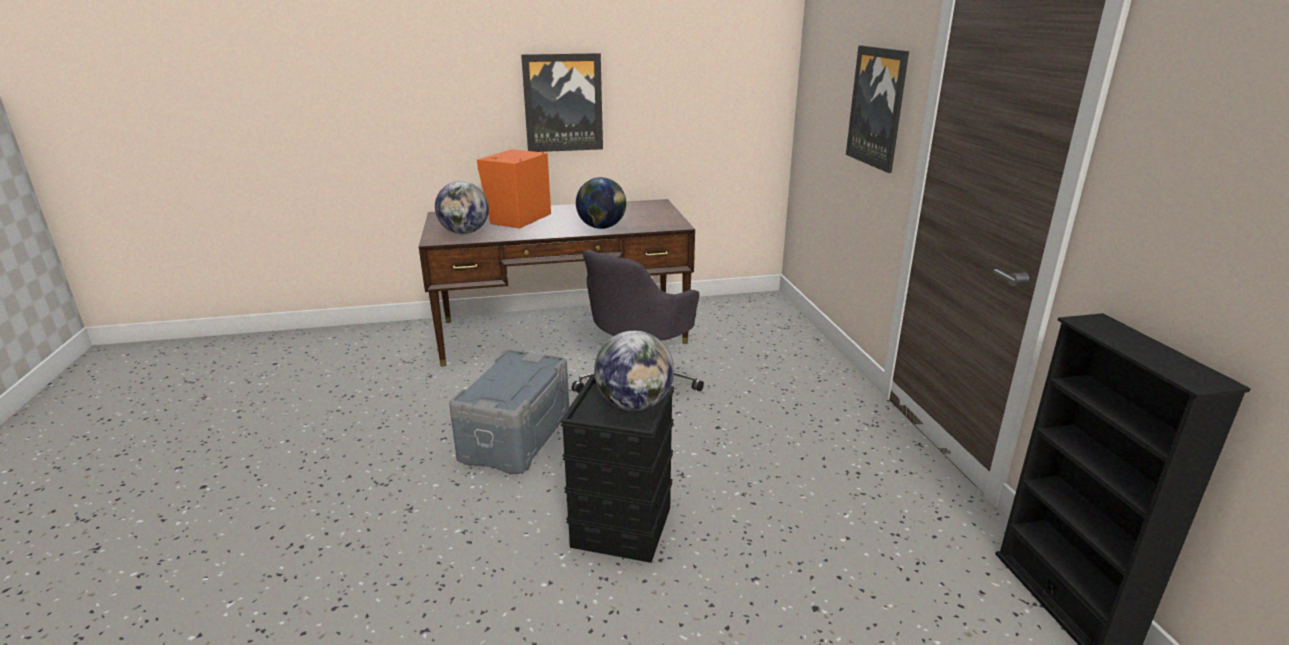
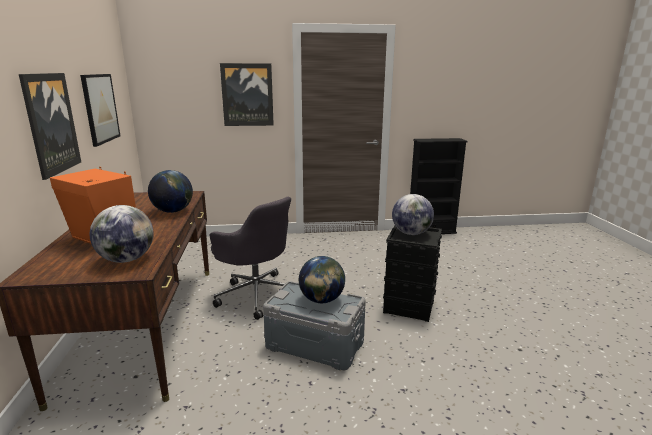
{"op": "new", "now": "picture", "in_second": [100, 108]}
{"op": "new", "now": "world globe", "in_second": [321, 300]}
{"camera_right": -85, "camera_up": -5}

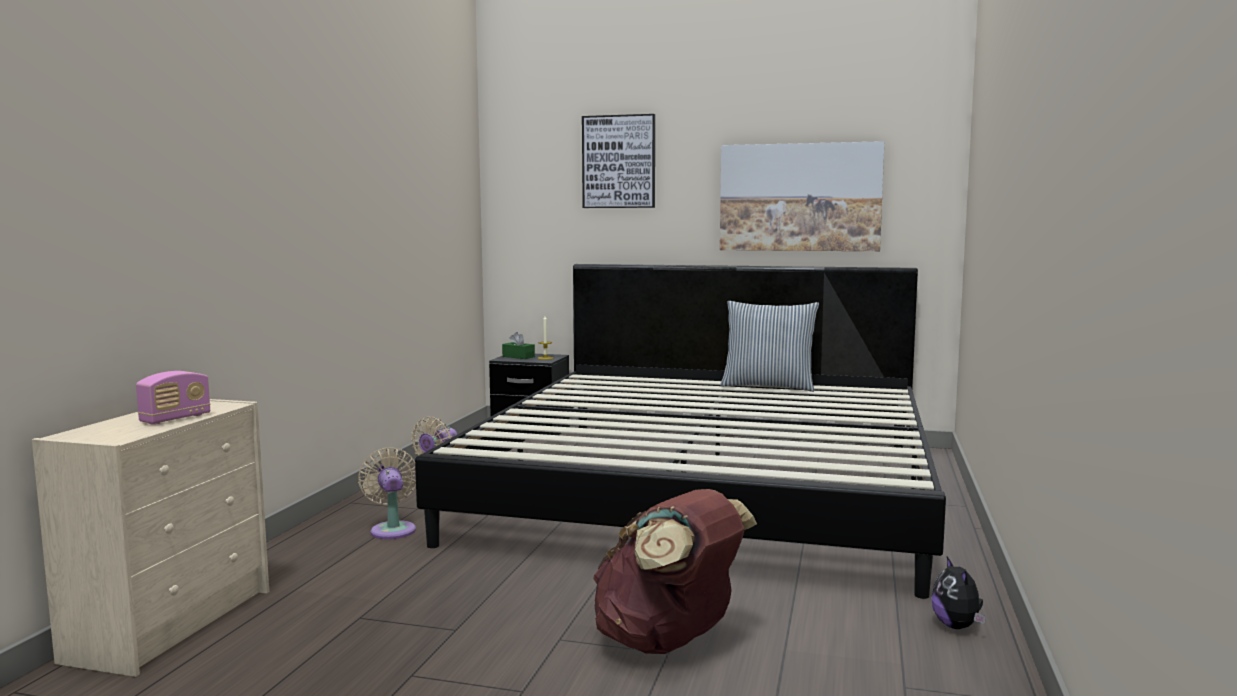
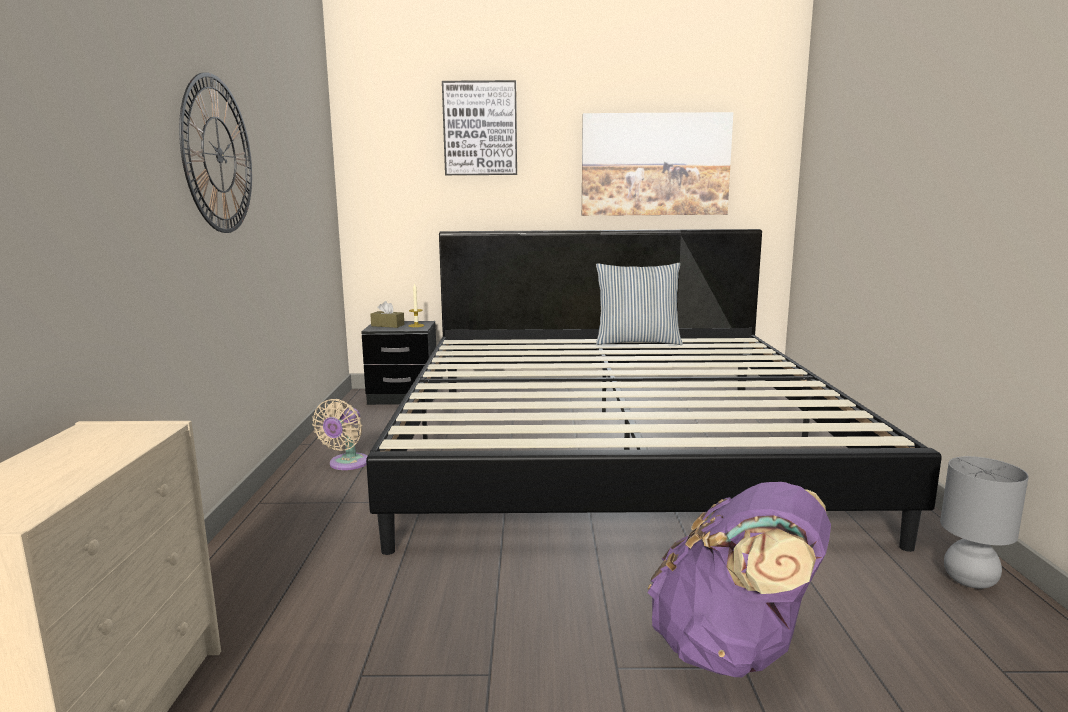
{"op": "new", "now": "wall clock", "in_second": [218, 155]}
{"op": "repainted", "was": "green tissue holder", "now": "brownish tissue holder", "in_first": [518, 356], "in_second": [387, 325]}
{"op": "repainted", "was": "brownish rucksack", "now": "purple-coloured rucksack", "in_first": [668, 642], "in_second": [733, 650]}
{"op": "swapped", "was": "plush toy", "now": "greyish lamp for a table", "in_first": [957, 626], "in_second": [970, 581]}
{"op": "gone", "was": "radio", "in_first": [175, 419]}
{"op": "gone", "was": "sand-coloured cooling fan", "in_first": [392, 529]}
{"camera_right": -15, "camera_up": 5}

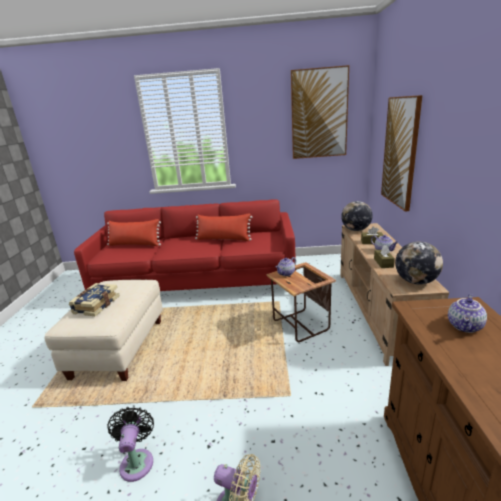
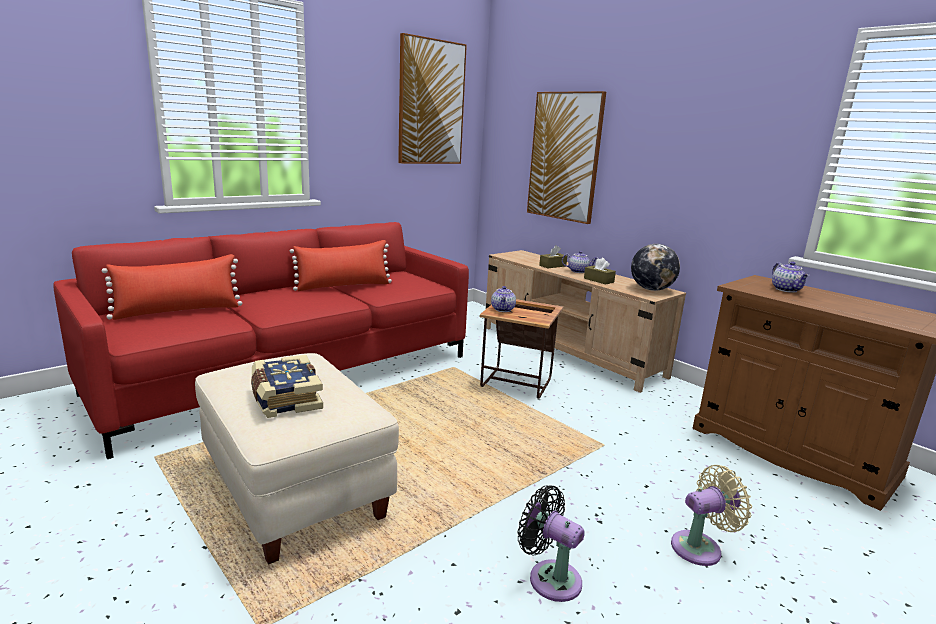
{"op": "gone", "was": "world globe", "in_first": [356, 230]}
{"camera_right": -45, "camera_up": -5}

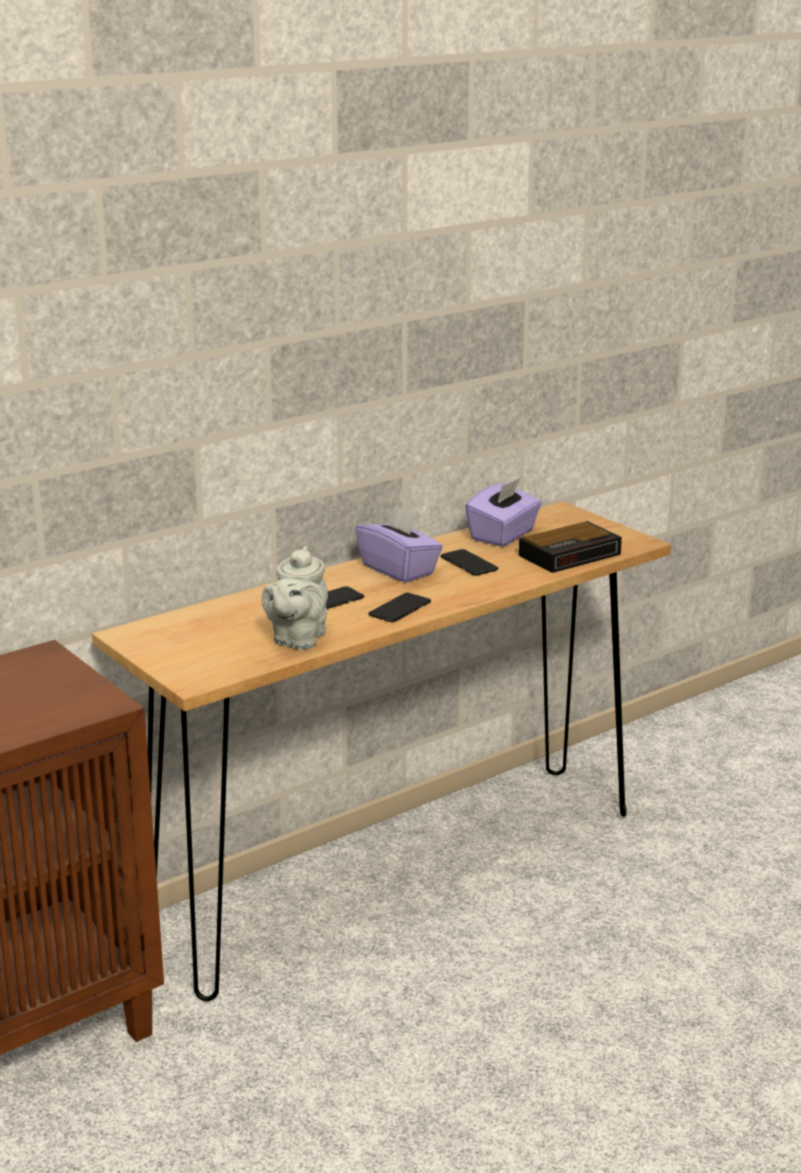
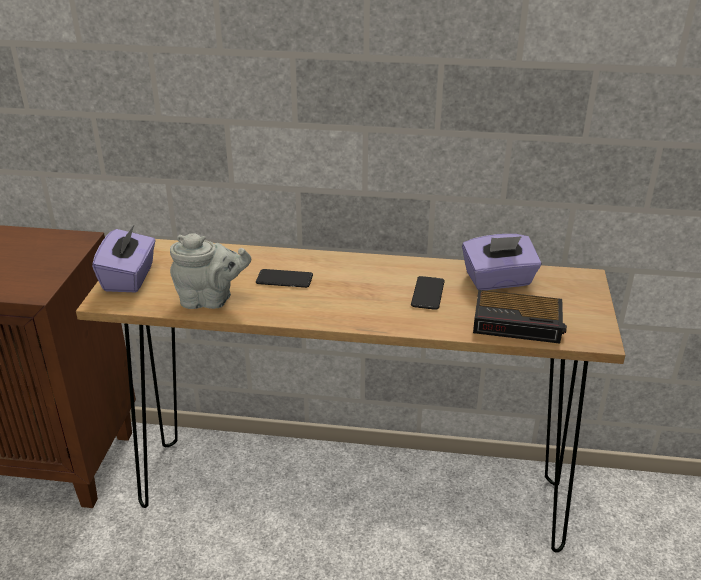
{"op": "shifted", "was": "purple-coloured tissue holder", "in_first": [399, 570], "in_second": [130, 278]}
{"op": "rotated", "was": "greyish pot for tea", "in_first": [297, 639], "in_second": [210, 300], "clockwise": -150}
{"op": "gone", "was": "telephone", "in_first": [400, 609]}
{"camera_right": 45, "camera_up": 10}

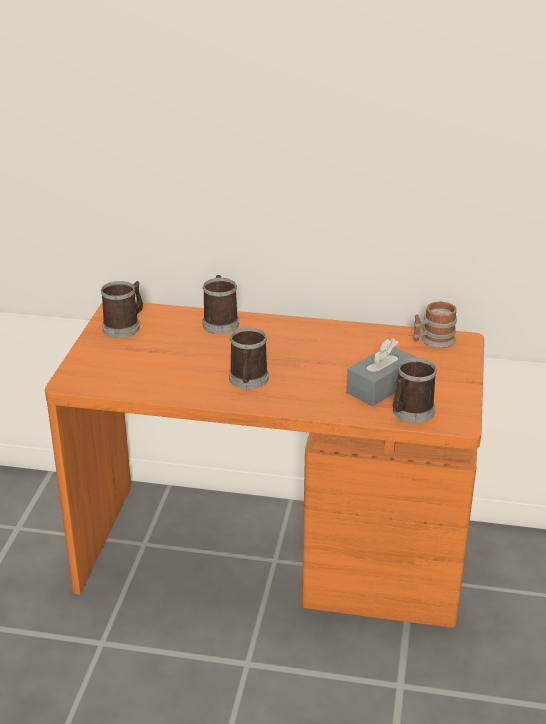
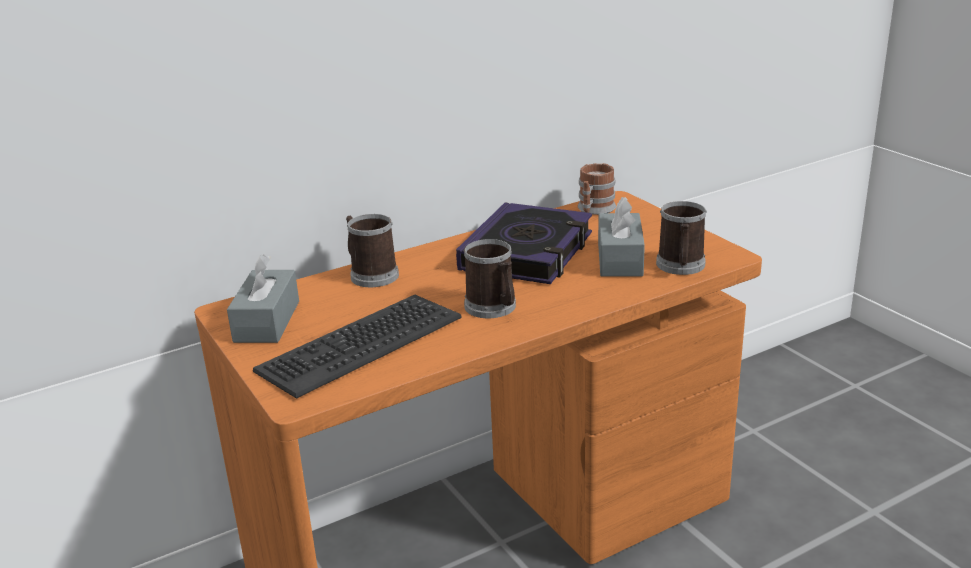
{"op": "swapped", "was": "coffee mug", "now": "greyish tissue holder", "in_first": [124, 326], "in_second": [267, 321]}
{"op": "new", "now": "computer keyboard", "in_second": [360, 344]}
{"op": "new", "now": "book", "in_second": [527, 252]}
{"camera_right": -40, "camera_up": -5}

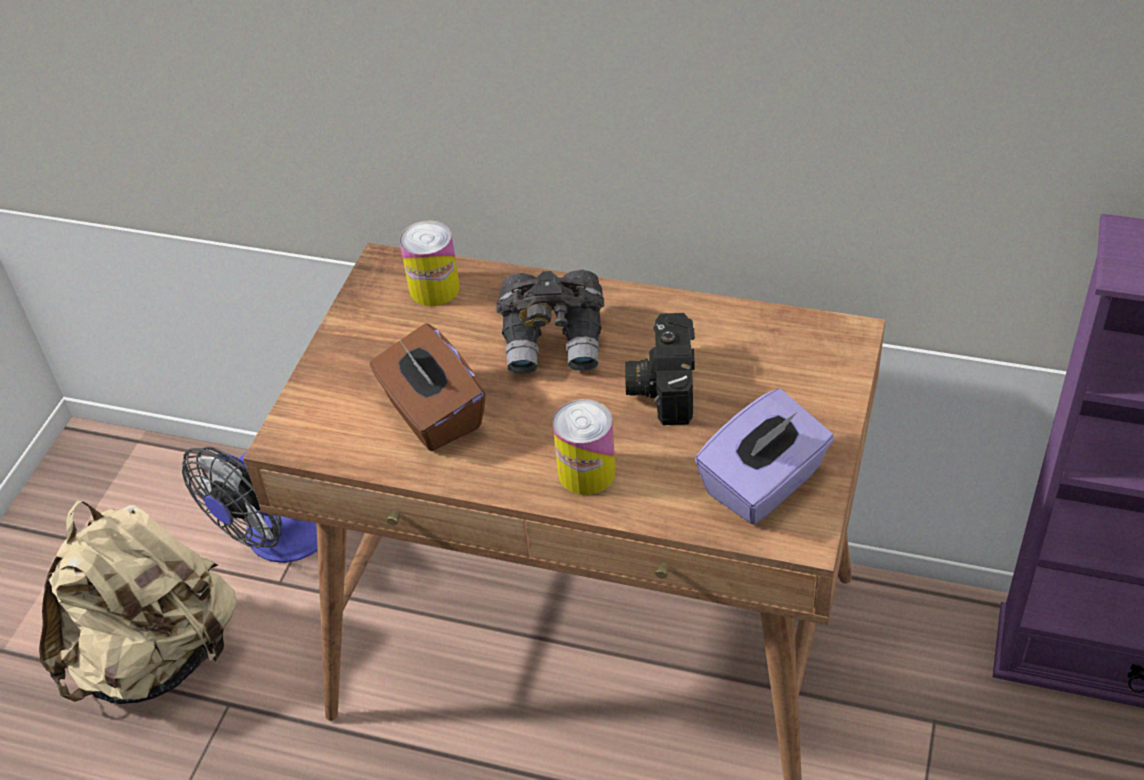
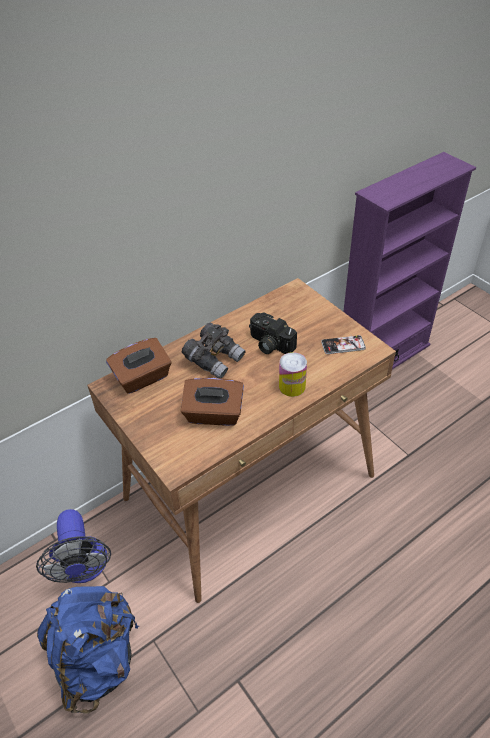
{"op": "repainted", "was": "sand-coloured rucksack", "now": "blue-coloured rucksack", "in_first": [157, 657], "in_second": [98, 659]}
{"op": "swapped", "was": "can", "now": "brownish tissue holder", "in_first": [434, 288], "in_second": [142, 378]}
{"op": "swapped", "was": "purple-coloured tissue holder", "now": "telephone", "in_first": [764, 484], "in_second": [343, 345]}
{"camera_right": -55, "camera_up": 0}

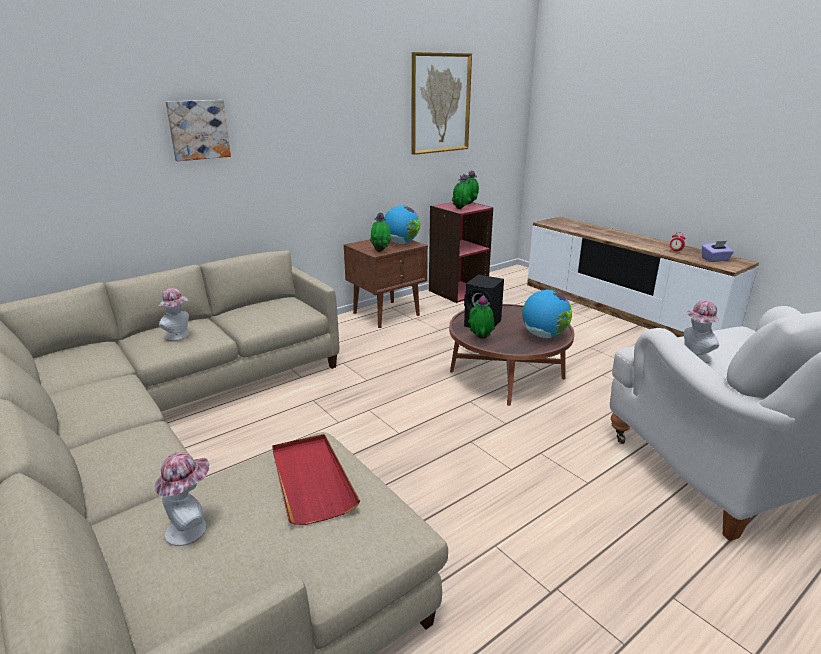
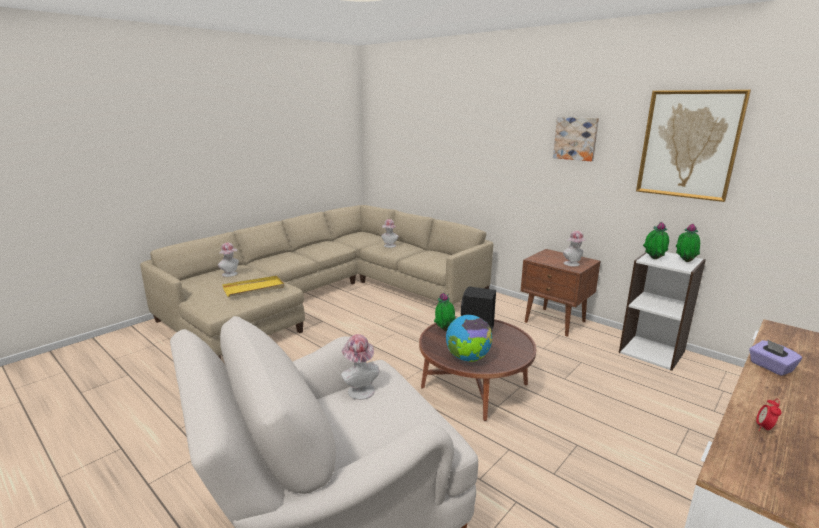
{"op": "repainted", "was": "red serving tray", "now": "yellowish serving tray", "in_first": [311, 480], "in_second": [254, 288]}
{"op": "shifted", "was": "picture", "in_first": [198, 130], "in_second": [576, 138]}
{"op": "swapped", "was": "world globe", "now": "hat", "in_first": [401, 243], "in_second": [573, 264]}
{"op": "repainted", "was": "red bookshelf", "now": "whitish bookshelf", "in_first": [457, 291], "in_second": [652, 351]}
{"op": "shifted", "was": "purple-coloured tissue holder", "in_first": [715, 260], "in_second": [770, 367]}
{"op": "gone", "was": "plant in a pot", "in_first": [381, 251]}
{"camera_right": 80, "camera_up": -5}

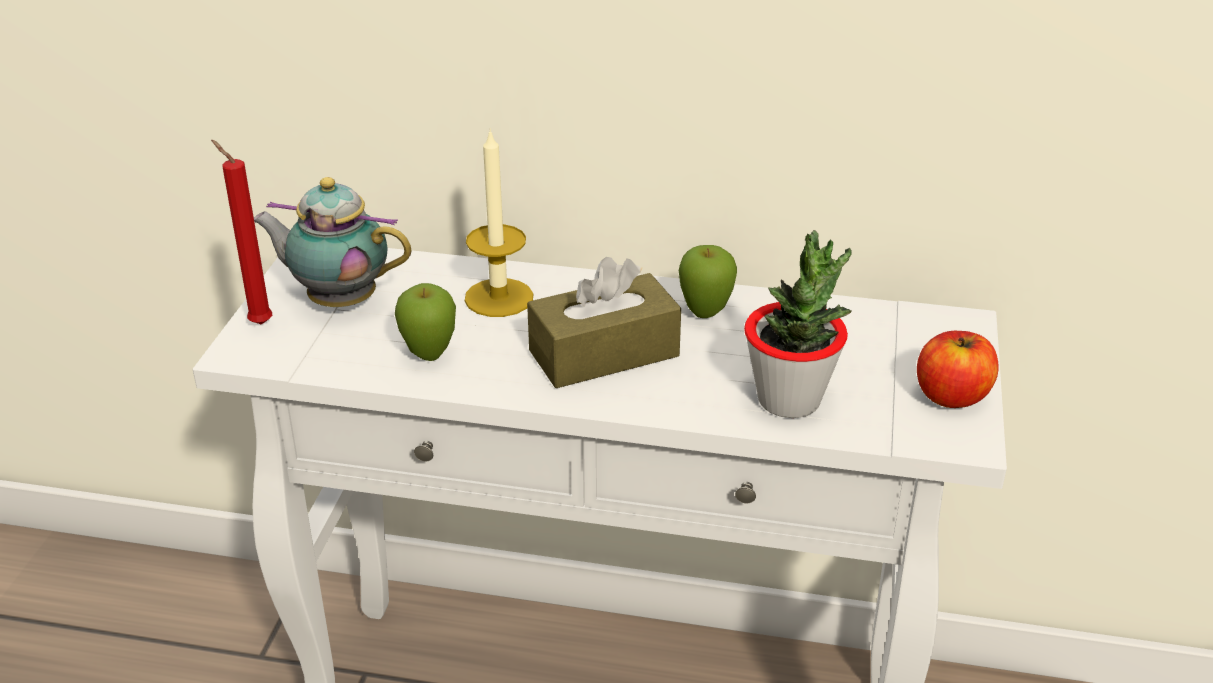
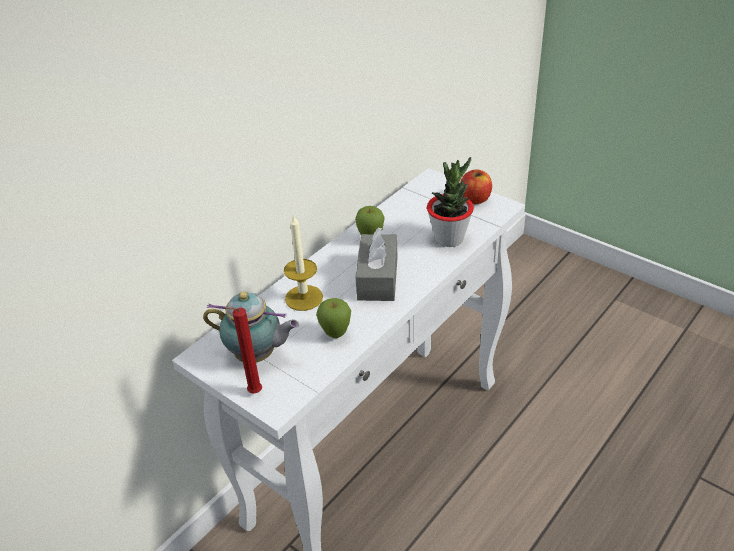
{"op": "rotated", "was": "pot for tea", "in_first": [338, 300], "in_second": [257, 356], "clockwise": -120}
{"op": "repainted", "was": "brownish tissue holder", "now": "greyish tissue holder", "in_first": [604, 353], "in_second": [377, 278]}
{"camera_right": -60, "camera_up": 5}

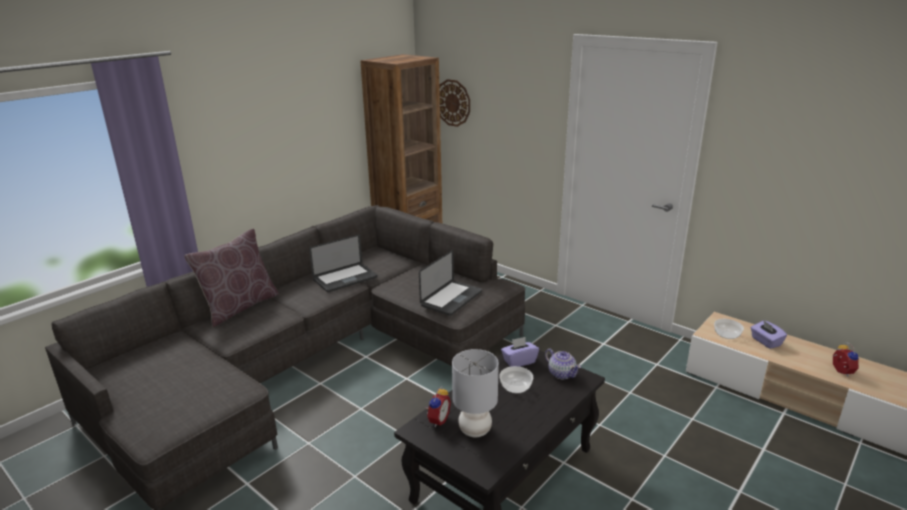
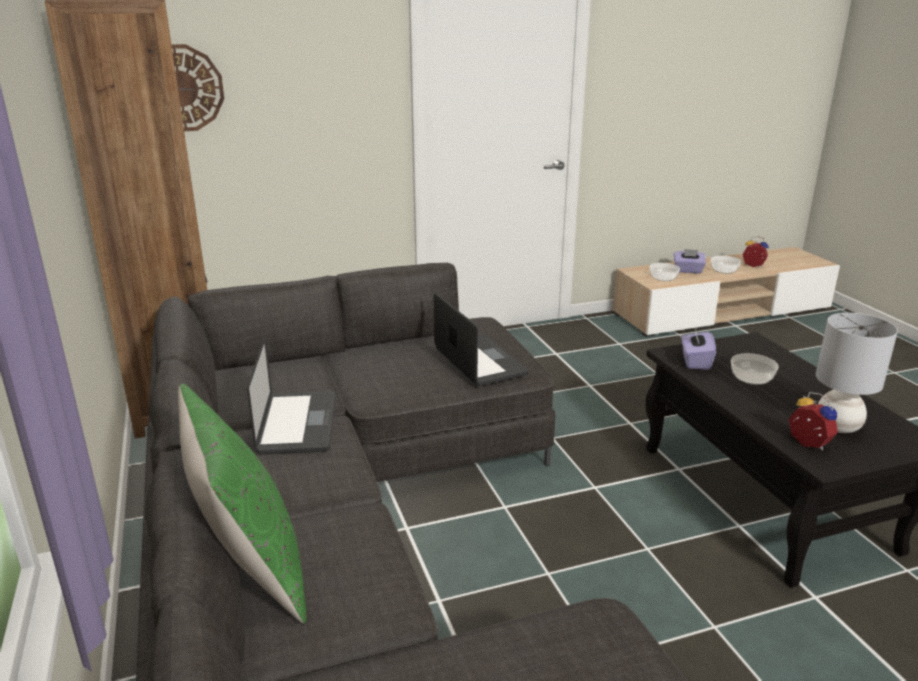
{"op": "repainted", "was": "brownish pillow", "now": "green pillow", "in_first": [239, 307], "in_second": [250, 568]}
{"op": "new", "now": "serving bowl", "in_second": [724, 270]}
{"op": "gone", "was": "pot for tea", "in_first": [561, 373]}
{"camera_right": -60, "camera_up": 0}

